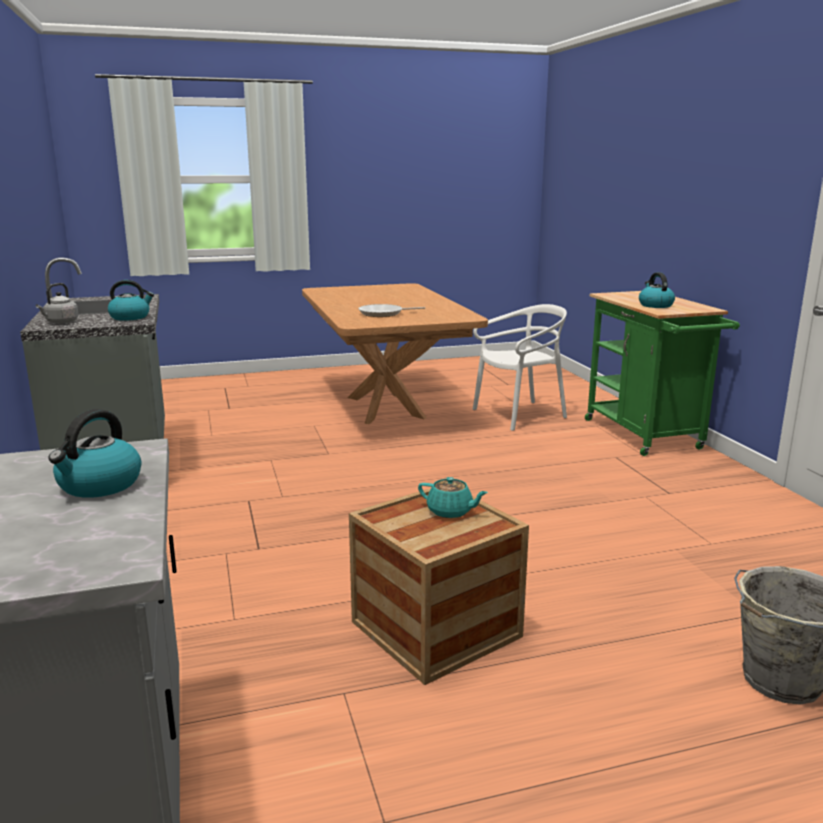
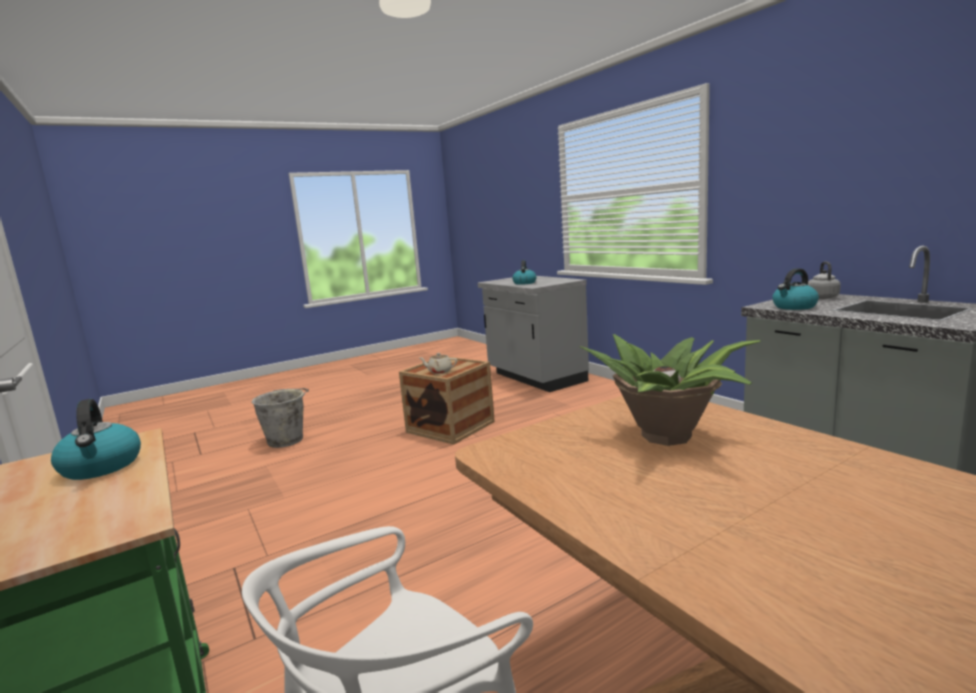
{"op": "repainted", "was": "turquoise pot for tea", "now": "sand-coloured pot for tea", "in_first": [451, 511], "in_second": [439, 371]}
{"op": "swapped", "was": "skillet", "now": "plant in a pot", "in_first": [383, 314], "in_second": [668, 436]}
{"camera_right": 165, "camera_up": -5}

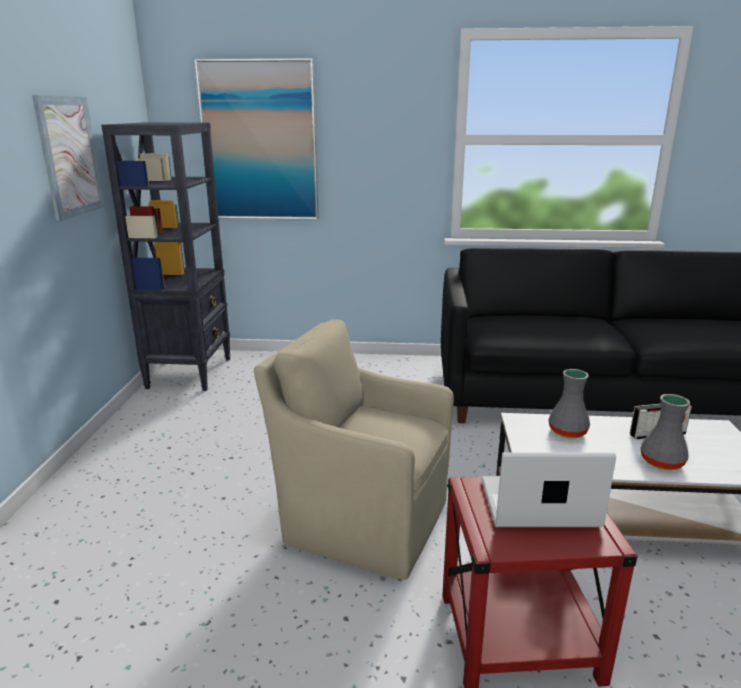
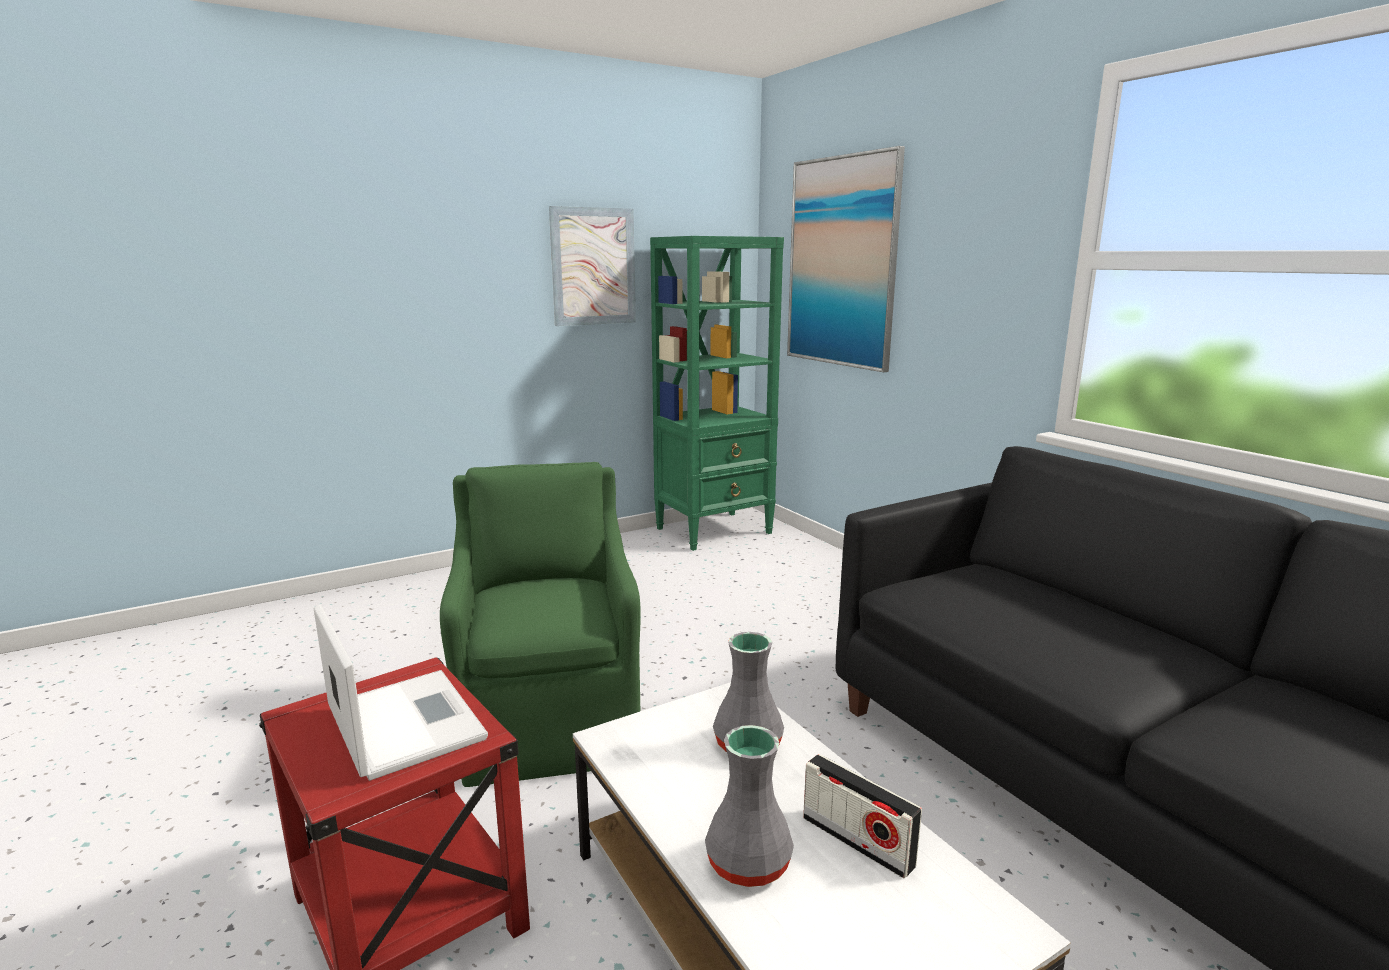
{"op": "repainted", "was": "sand-coloured easy chair", "now": "green easy chair", "in_first": [362, 521], "in_second": [550, 721]}
{"op": "repainted", "was": "black bookshelf", "now": "green bookshelf", "in_first": [190, 372], "in_second": [715, 530]}
{"camera_right": 55, "camera_up": -5}

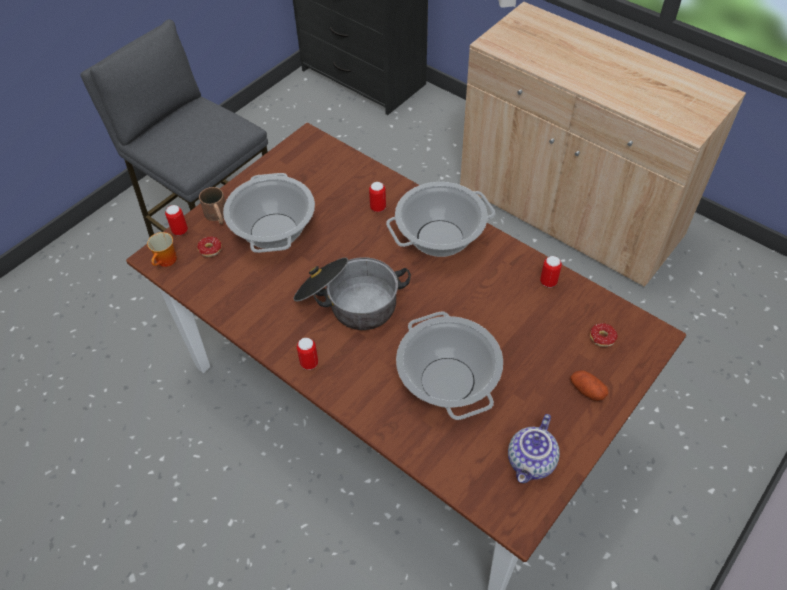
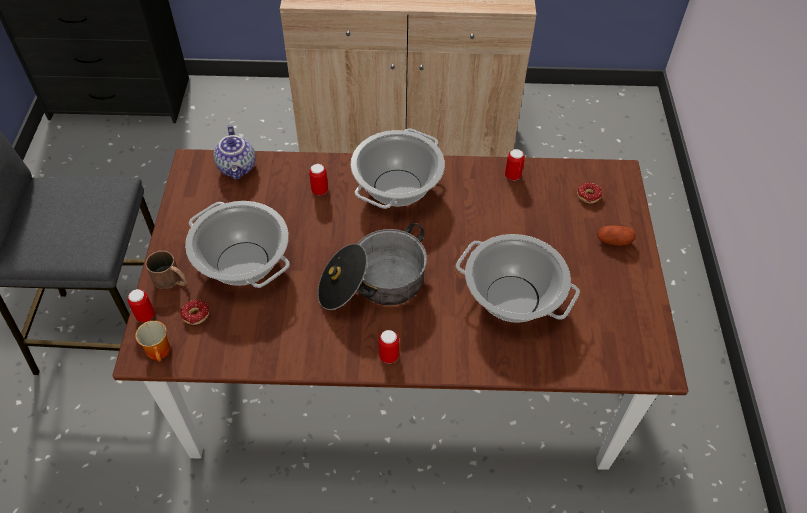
{"op": "shifted", "was": "pot for tea", "in_first": [532, 462], "in_second": [238, 167]}
{"camera_right": -40, "camera_up": 0}

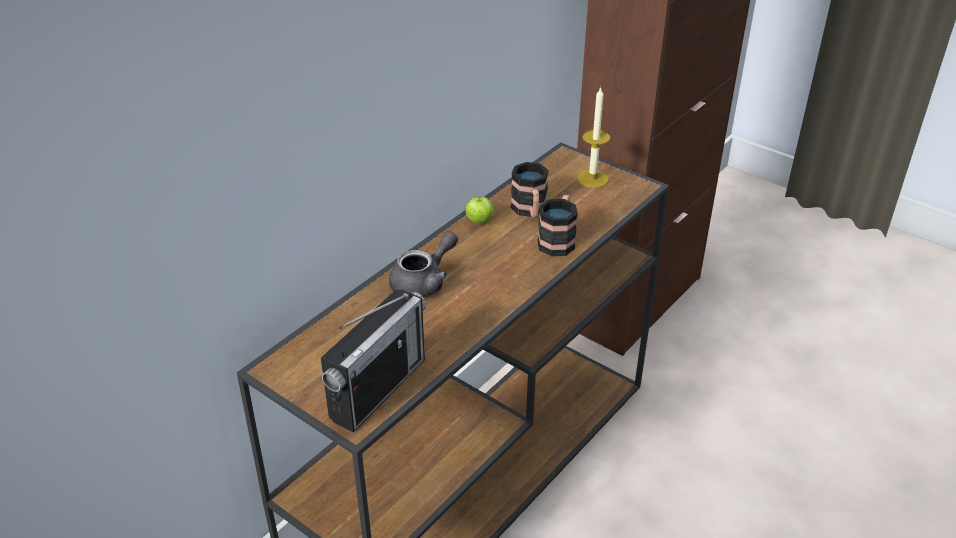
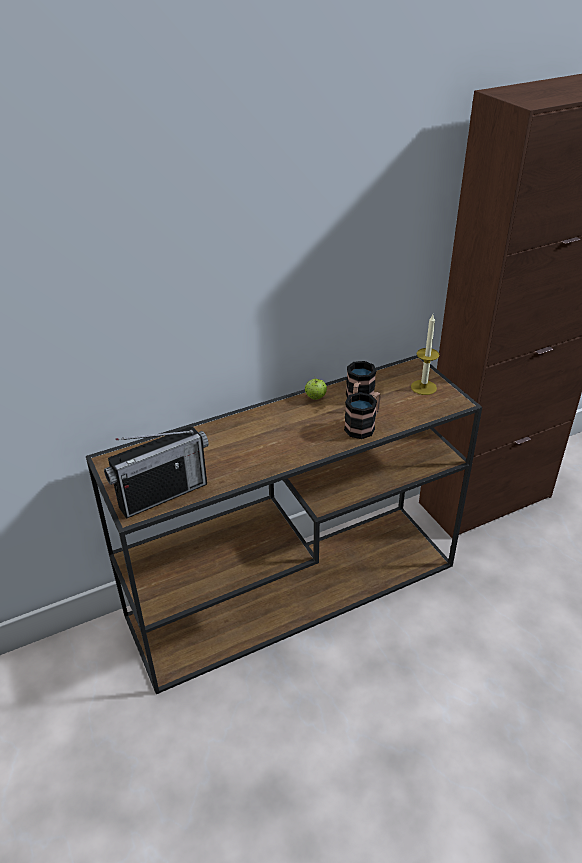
{"op": "gone", "was": "greyish pot for tea", "in_first": [424, 282]}
{"camera_right": 25, "camera_up": 0}

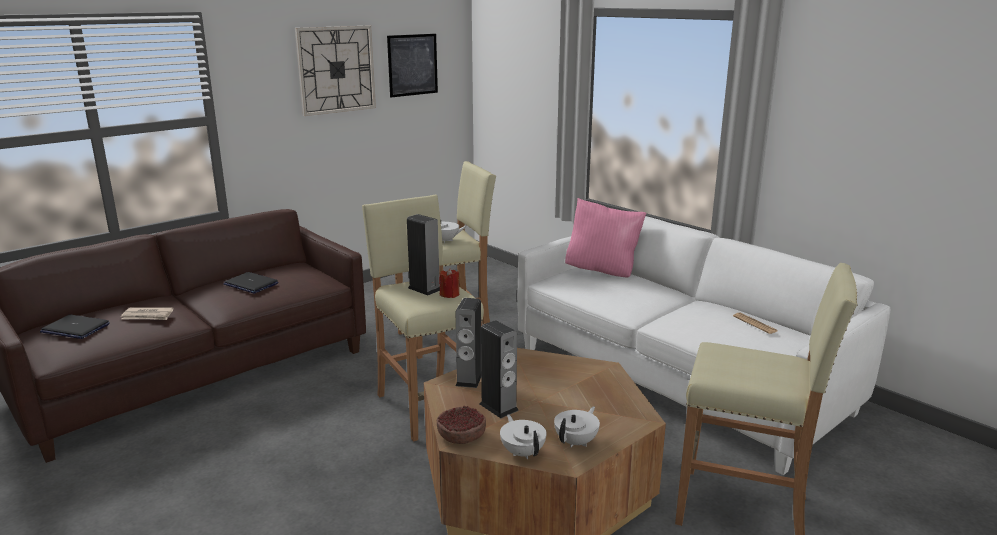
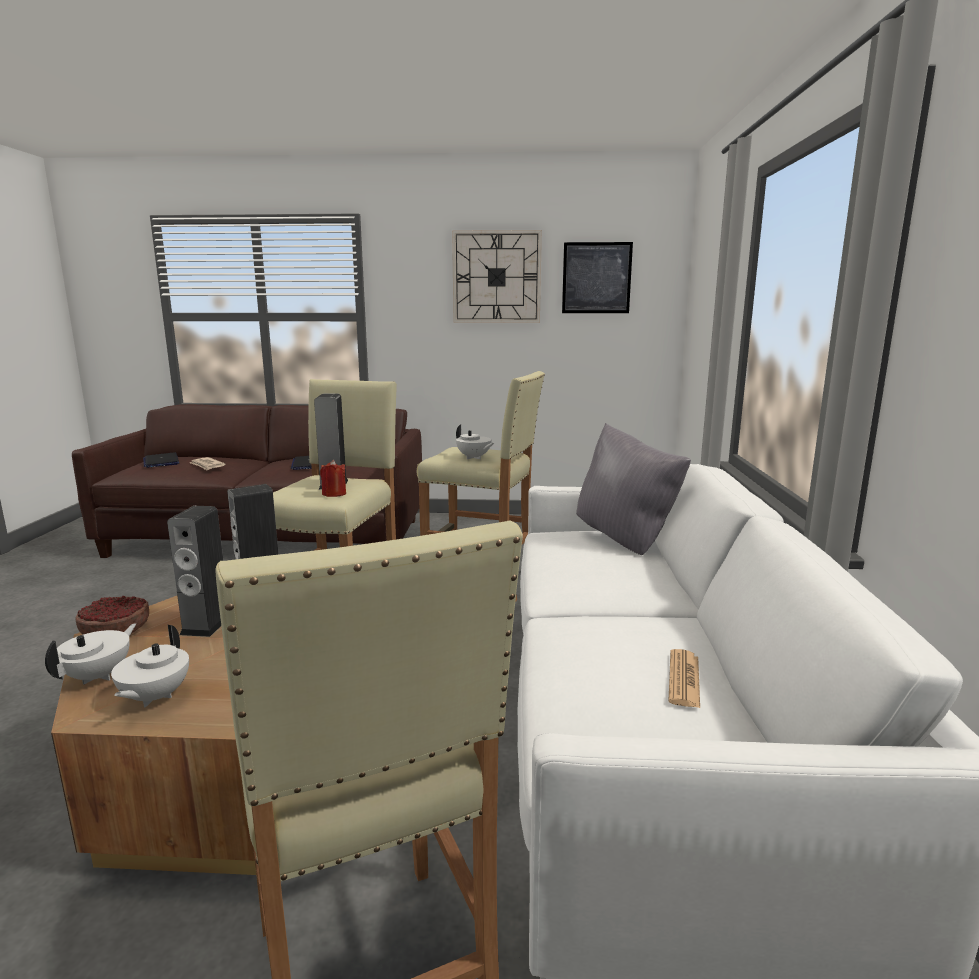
{"op": "rotated", "was": "whitish pot for tea", "in_first": [576, 442], "in_second": [154, 697], "clockwise": 105}
{"op": "repainted", "was": "pinkish pillow", "now": "greyish pillow", "in_first": [602, 271], "in_second": [626, 540]}
{"camera_right": 45, "camera_up": -5}

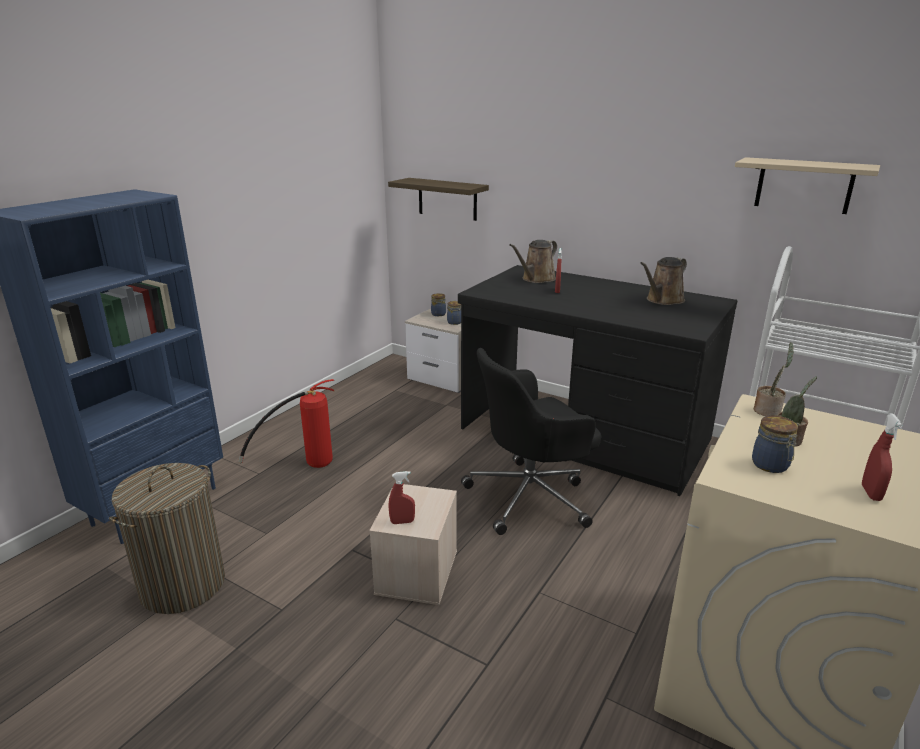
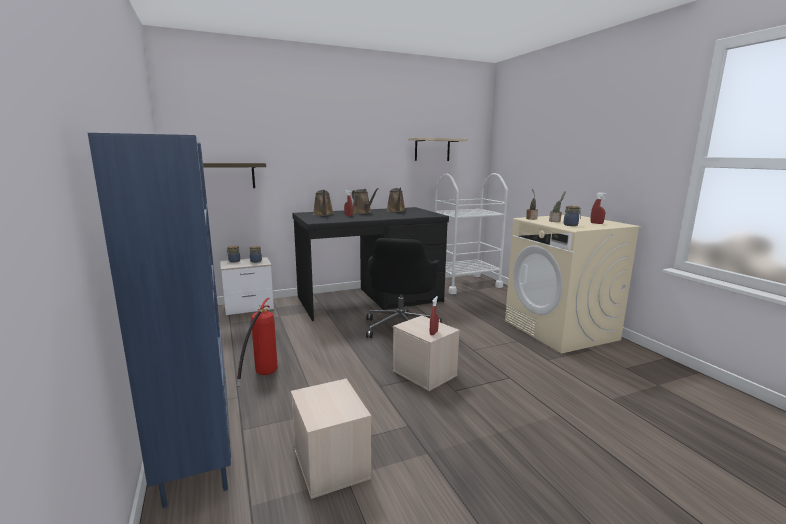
{"op": "swapped", "was": "laundry basket", "now": "sand-coloured storage container", "in_first": [182, 585], "in_second": [332, 464]}
{"op": "new", "now": "brownish watering can", "in_second": [362, 212]}
{"camera_right": -55, "camera_up": -10}

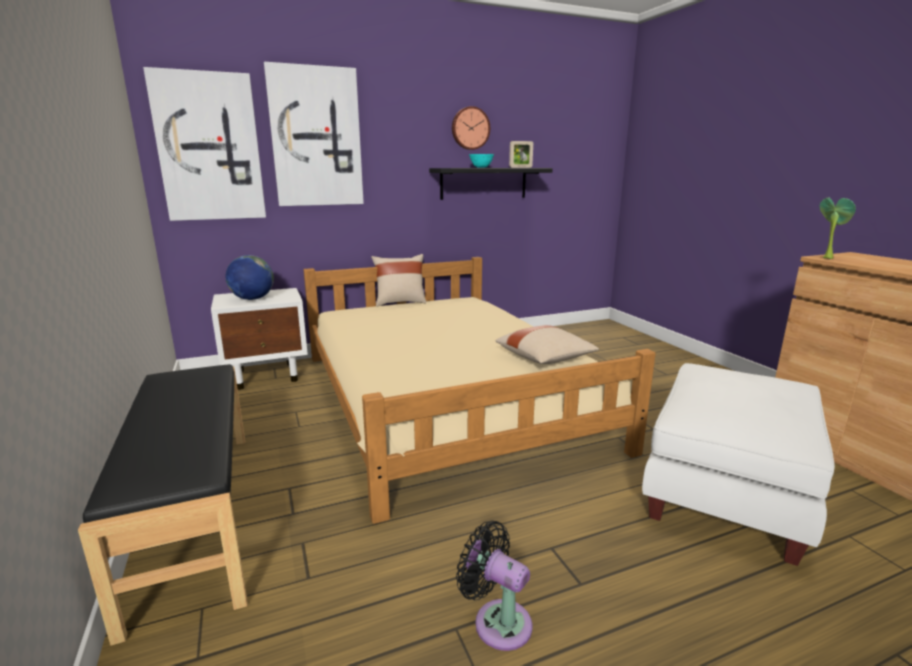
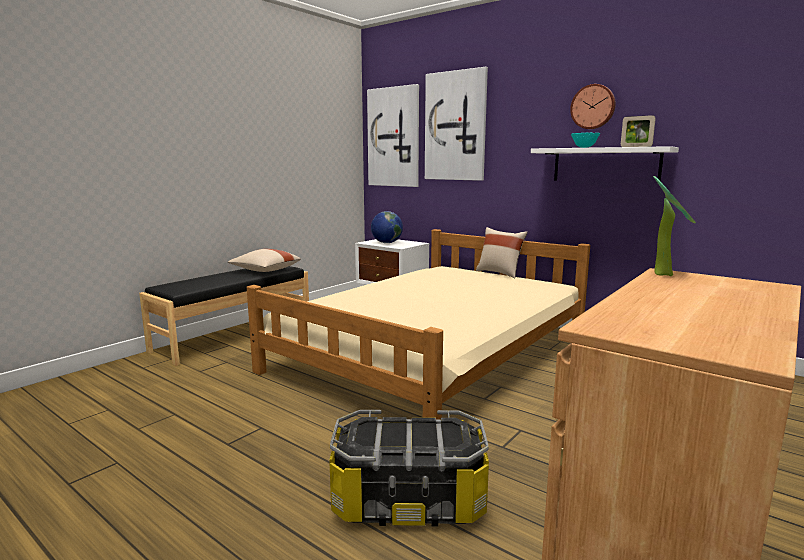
{"op": "shifted", "was": "sand-coloured pillow", "in_first": [545, 359], "in_second": [265, 271]}
{"op": "swapped", "was": "whitish ottoman", "now": "storage container", "in_first": [727, 492], "in_second": [408, 501]}
{"op": "repainted", "was": "black shelf", "now": "whitish shelf", "in_first": [483, 183], "in_second": [605, 165]}
{"op": "gone", "was": "black cooling fan", "in_first": [497, 621]}
{"camera_right": 60, "camera_up": -5}

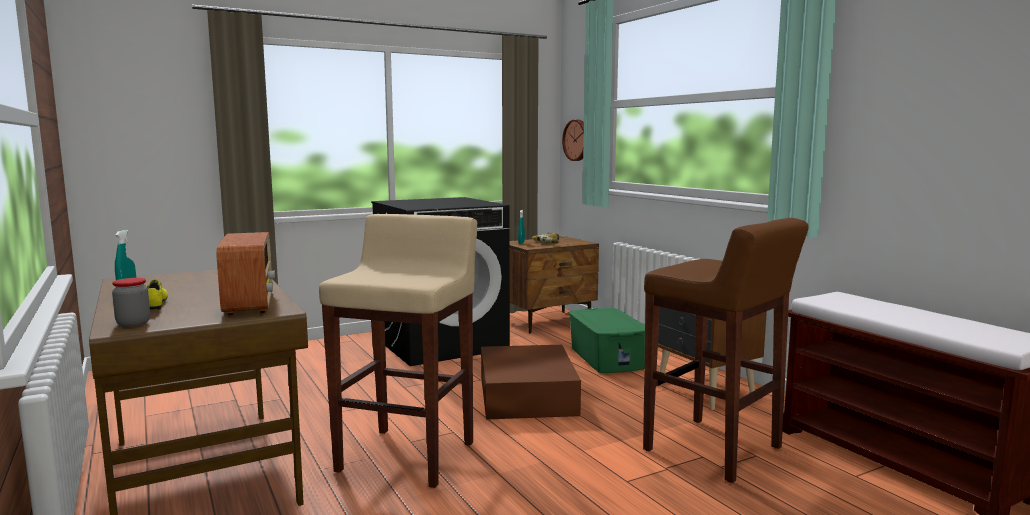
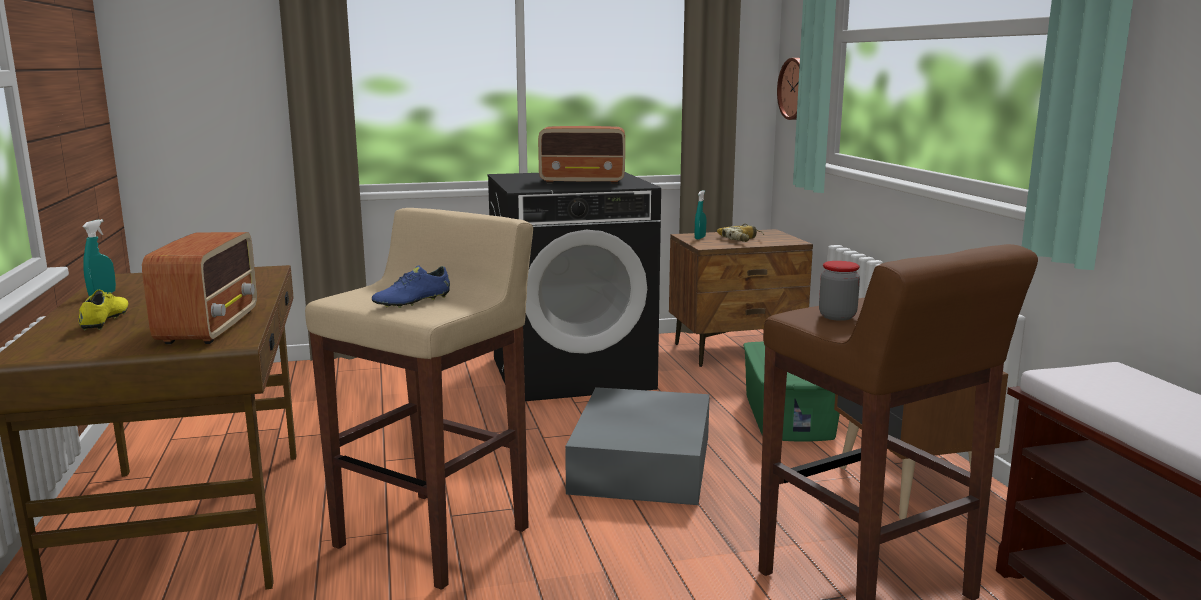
{"op": "new", "now": "blue-coloured item of footwear", "in_second": [412, 302]}
{"op": "new", "now": "radio", "in_second": [583, 181]}
{"op": "repainted", "was": "brownish storage container", "now": "greyish storage container", "in_first": [527, 394], "in_second": [643, 462]}
{"op": "shifted", "was": "preserve jar", "in_first": [133, 324], "in_second": [837, 316]}
{"camera_right": 15, "camera_up": 5}

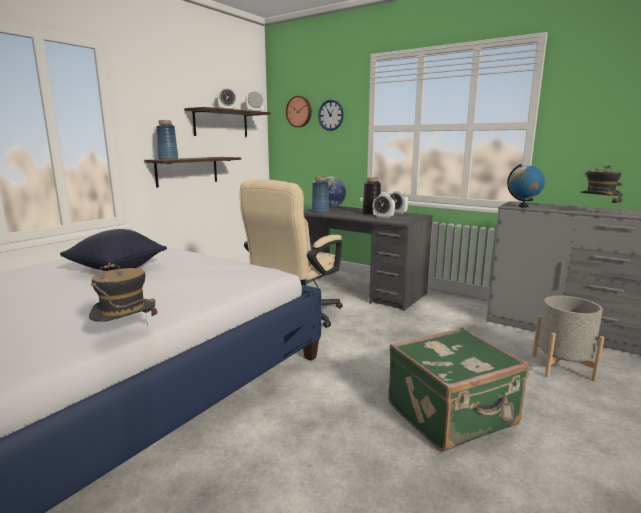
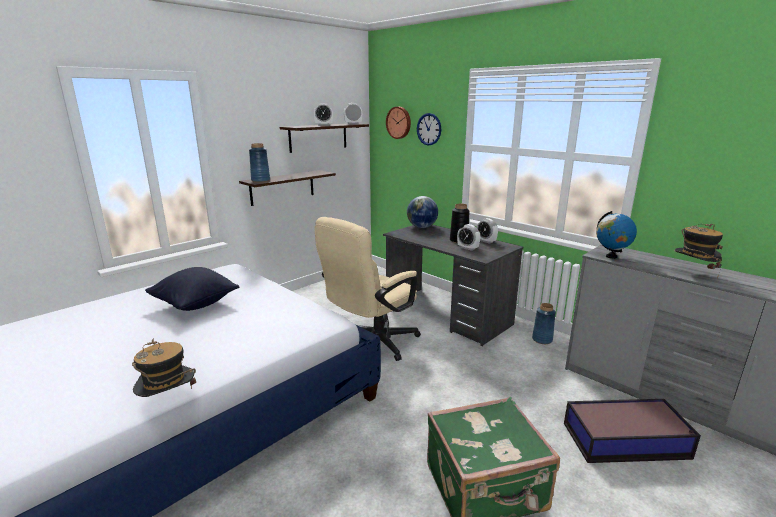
{"op": "shifted", "was": "blue-coloured decorative vase", "in_first": [320, 211], "in_second": [542, 339]}
{"op": "swapped", "was": "greyish flower pot", "now": "storage container", "in_first": [562, 367], "in_second": [627, 441]}
{"camera_right": 10, "camera_up": 5}

